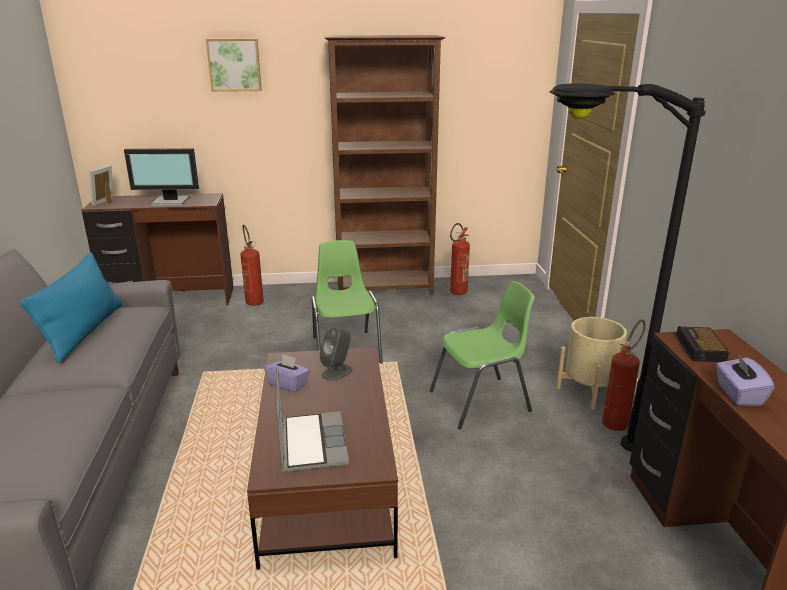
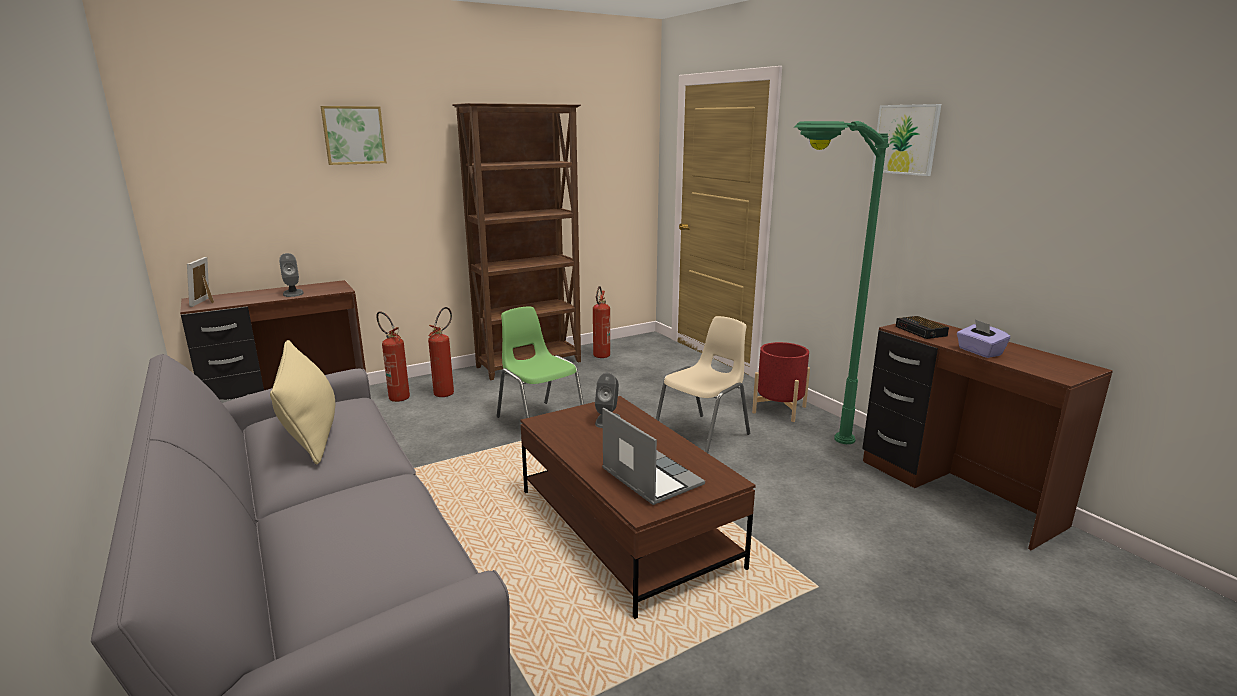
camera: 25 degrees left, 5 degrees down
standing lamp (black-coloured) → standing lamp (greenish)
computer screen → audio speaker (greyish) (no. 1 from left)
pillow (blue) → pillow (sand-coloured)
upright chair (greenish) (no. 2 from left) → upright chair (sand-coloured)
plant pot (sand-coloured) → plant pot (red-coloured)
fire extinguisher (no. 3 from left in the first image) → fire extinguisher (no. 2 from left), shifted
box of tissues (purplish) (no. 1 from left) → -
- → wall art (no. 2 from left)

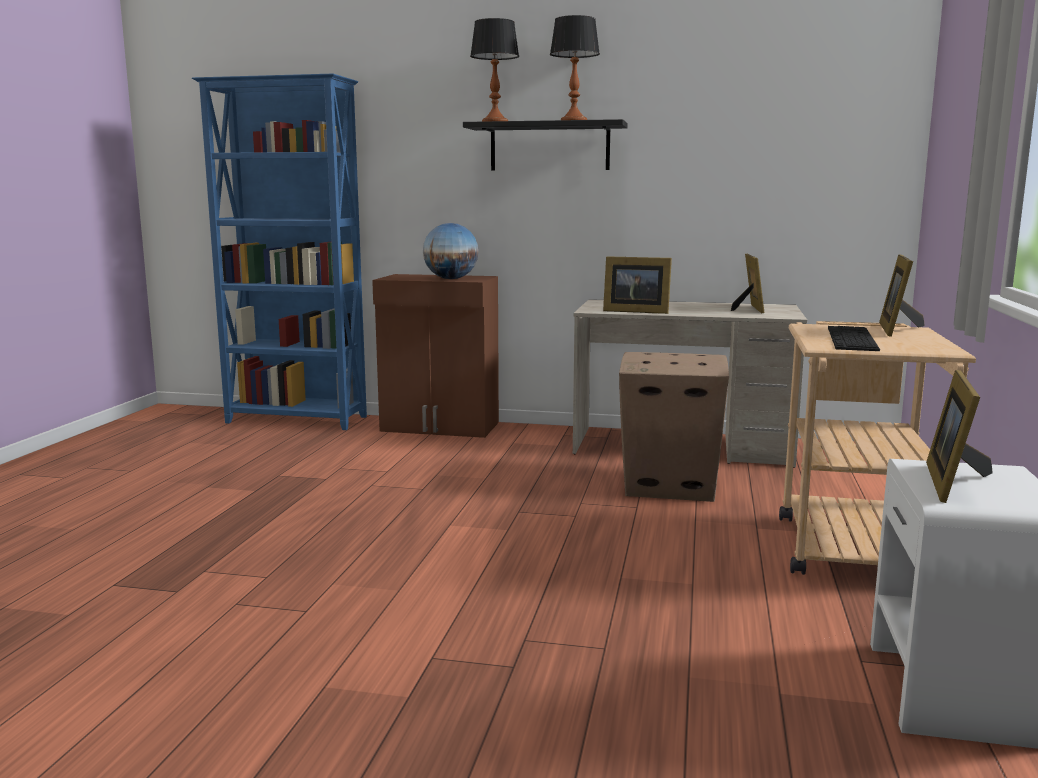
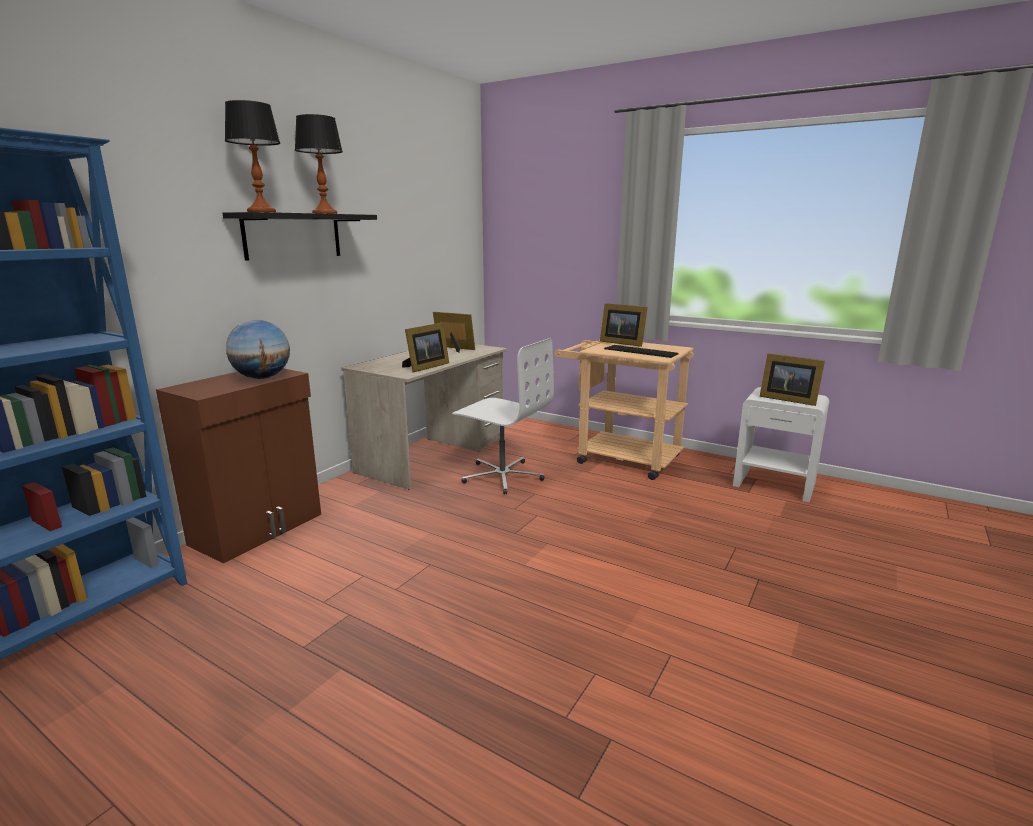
camera: 70 degrees left, 5 degrees up
packing box → computer chair (whitish)

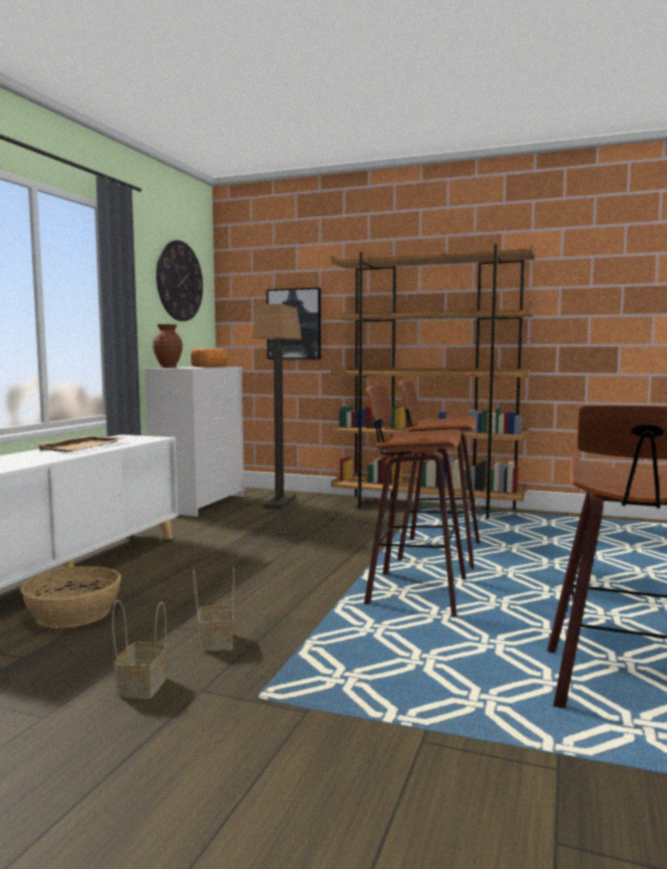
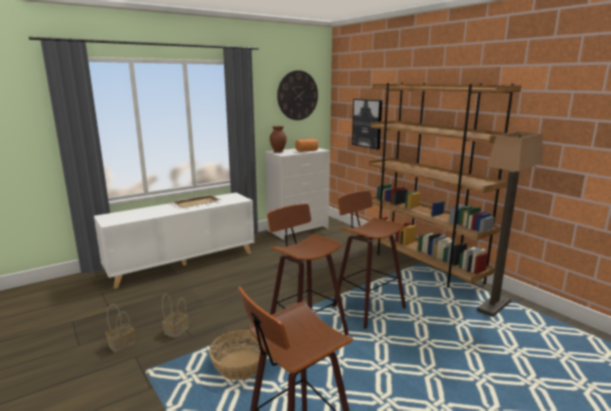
camera: 35 degrees right, 10 degrees up
standing lamp, shifted
basket (no. 1 from left in the first image) → basket (no. 3 from left), shifted

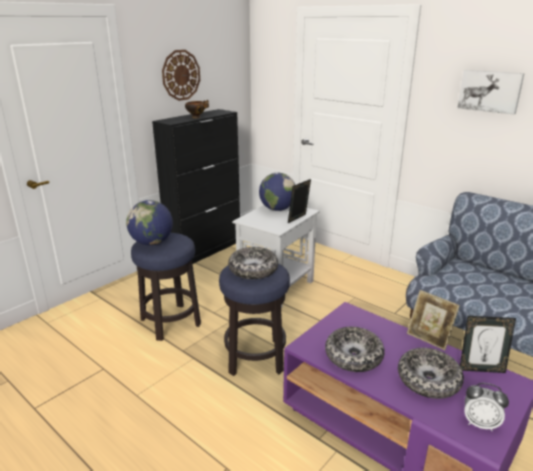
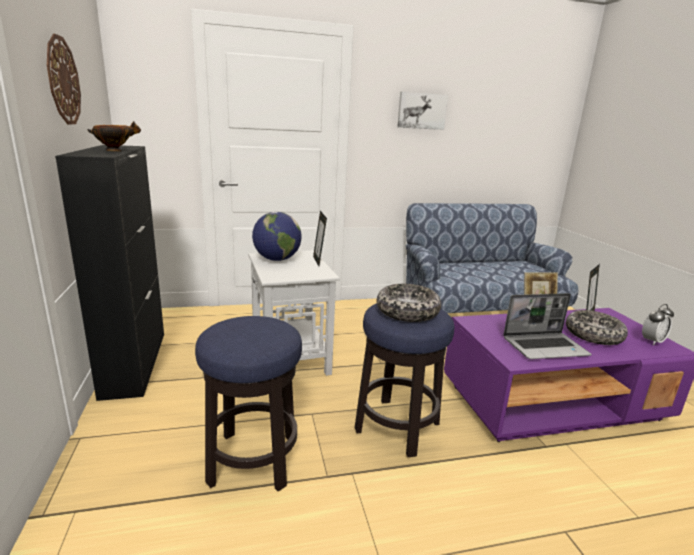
camera: 55 degrees left, 5 degrees down
world globe (no. 1 from left) → -
serving bowl (no. 3 from left) → portable computer

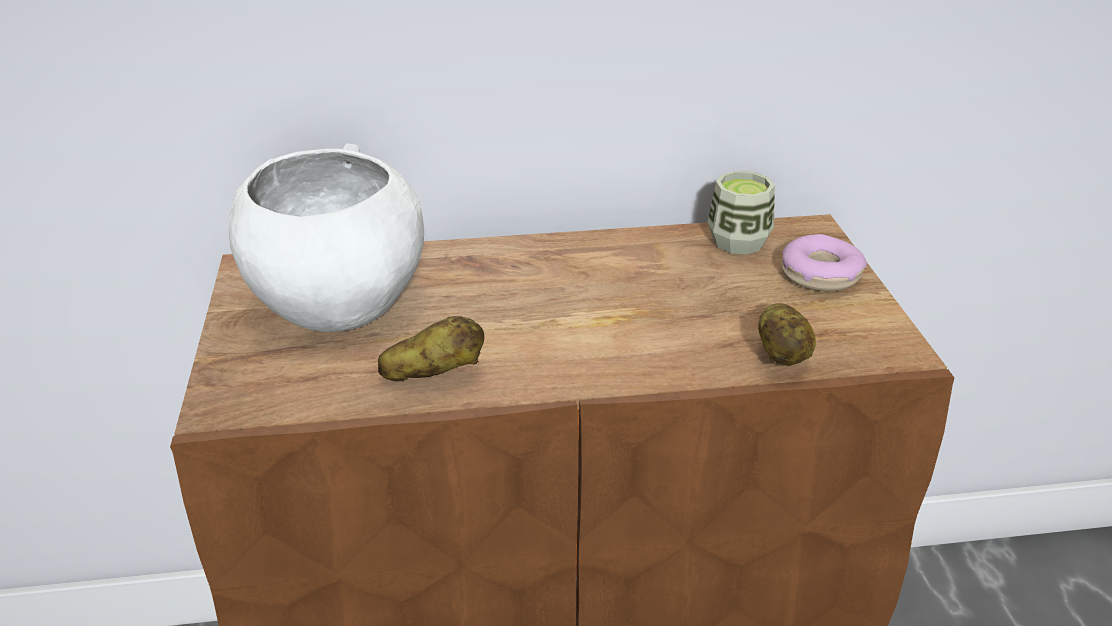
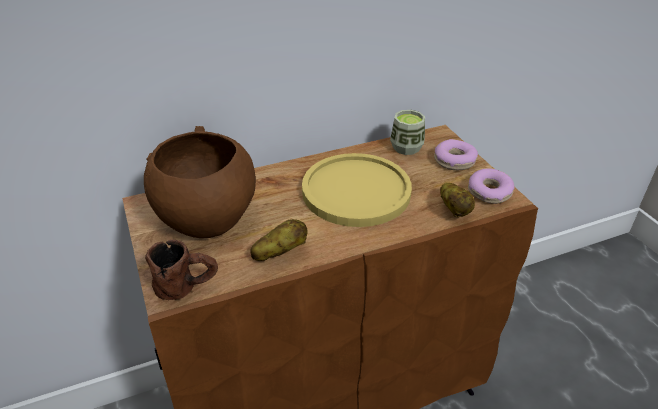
camera: 15 degrees left, 5 degrees up
serving bowl (whitish) → serving bowl (brownish)
- → flat dish (yellow)
- → ring doughnut (no. 2 from left)
- → coffee mug (brownish)

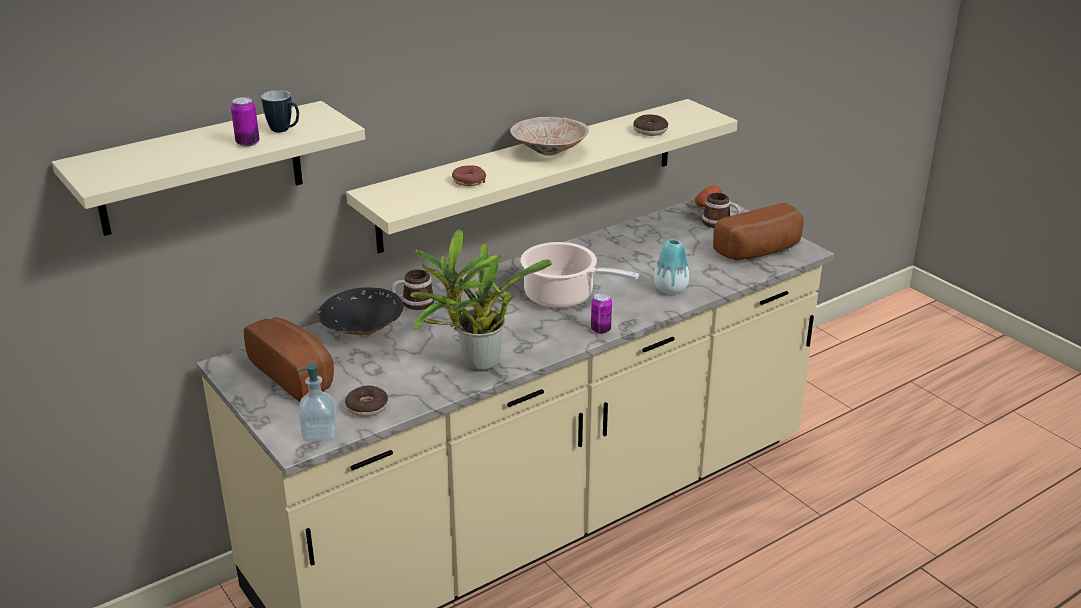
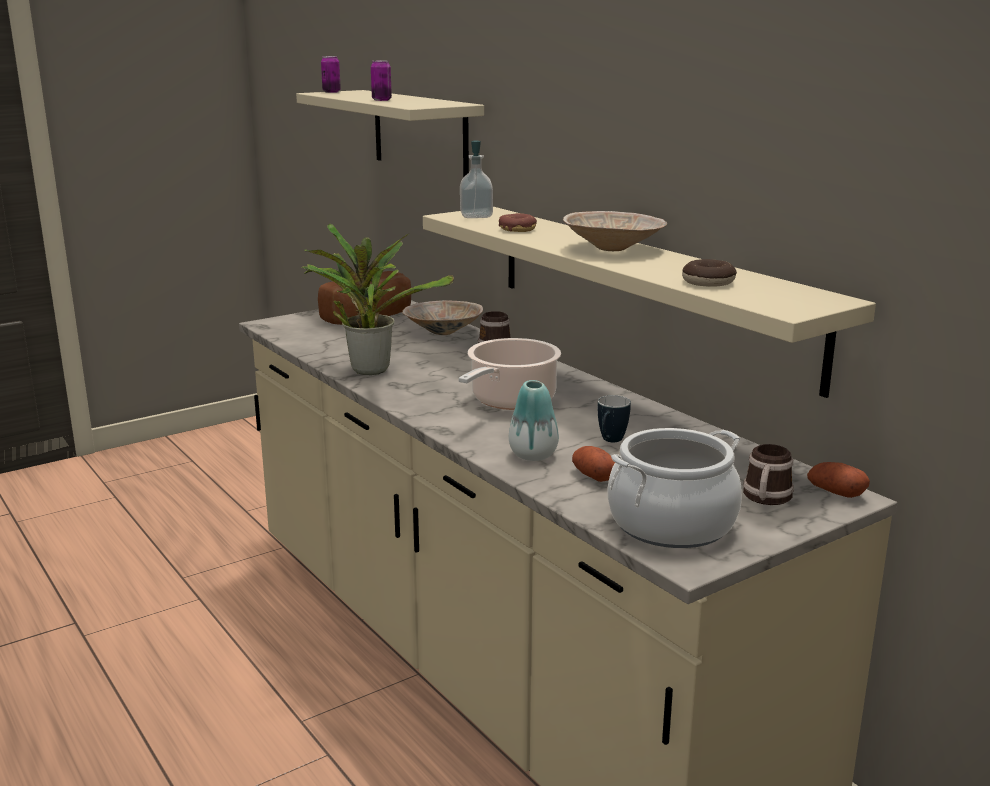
camera: 90 degrees right, 10 degrees down
coffee mug (no. 1 from left in the first image) → coffee mug (no. 2 from left), shifted
bakery bread (no. 2 from left) → saucepot (no. 2 from left)
serving bowl (black-coloured) → serving bowl (sand-coloured) (no. 1 from left)
sealed can (no. 2 from left in the first image) → sealed can (no. 1 from left), shifted
soap bottle, shifted
ring doughnut (no. 1 from left) → -
- → potato (no. 1 from left)

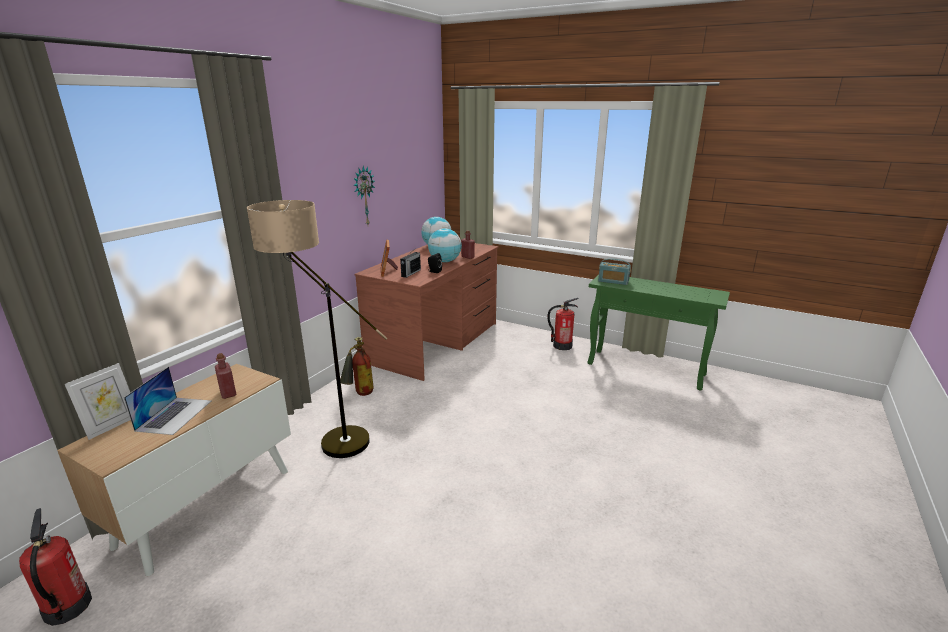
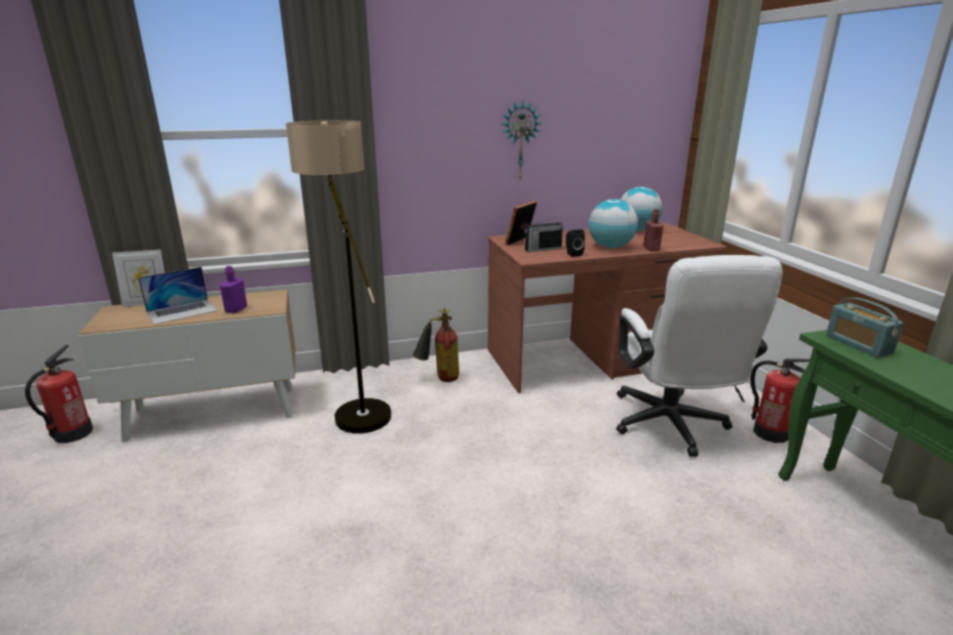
camera: 45 degrees right, 0 degrees up
bottle (red-coloured) (no. 1 from left) → bottle (purplish)
- → computer chair (whitish)

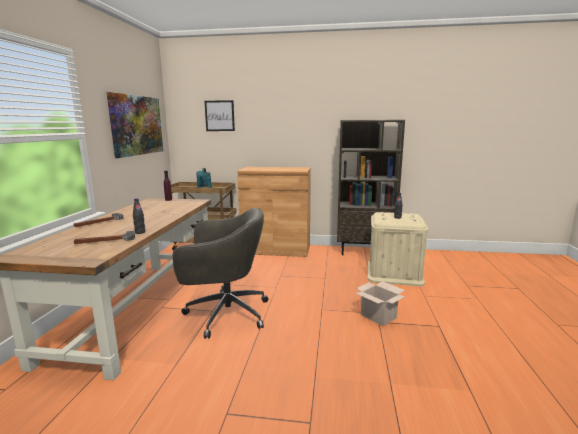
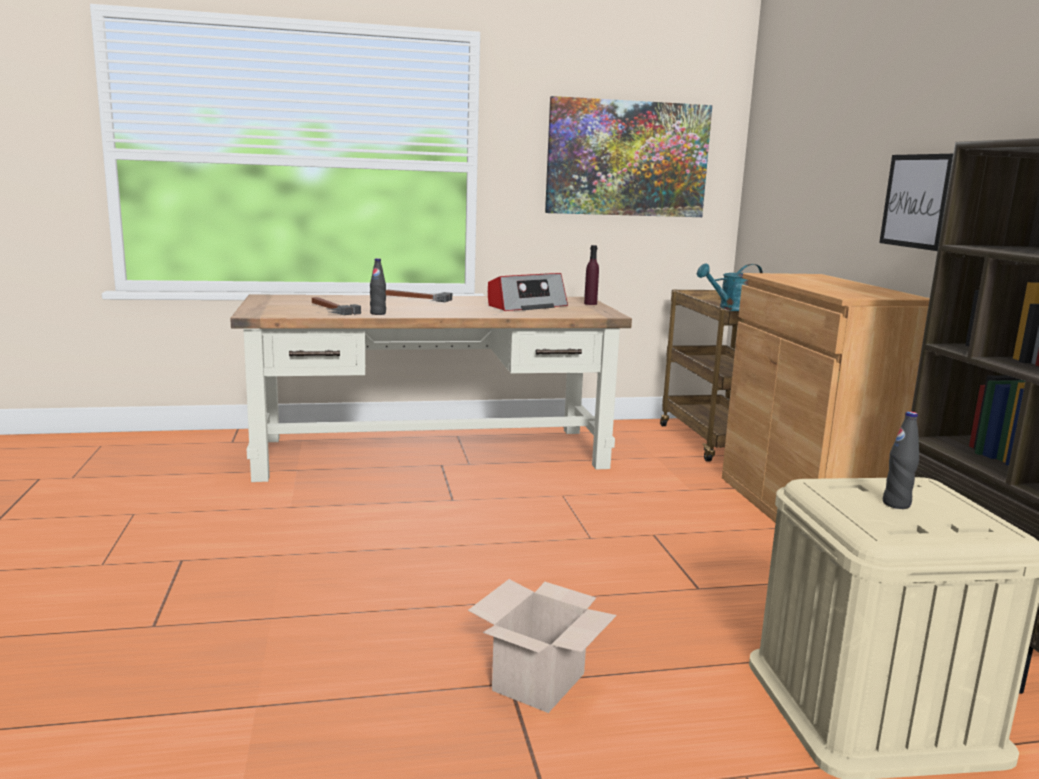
camera: 70 degrees right, 0 degrees up
wall art (no. 2 from left), shifted
computer chair (greyish) → -
- → radio set

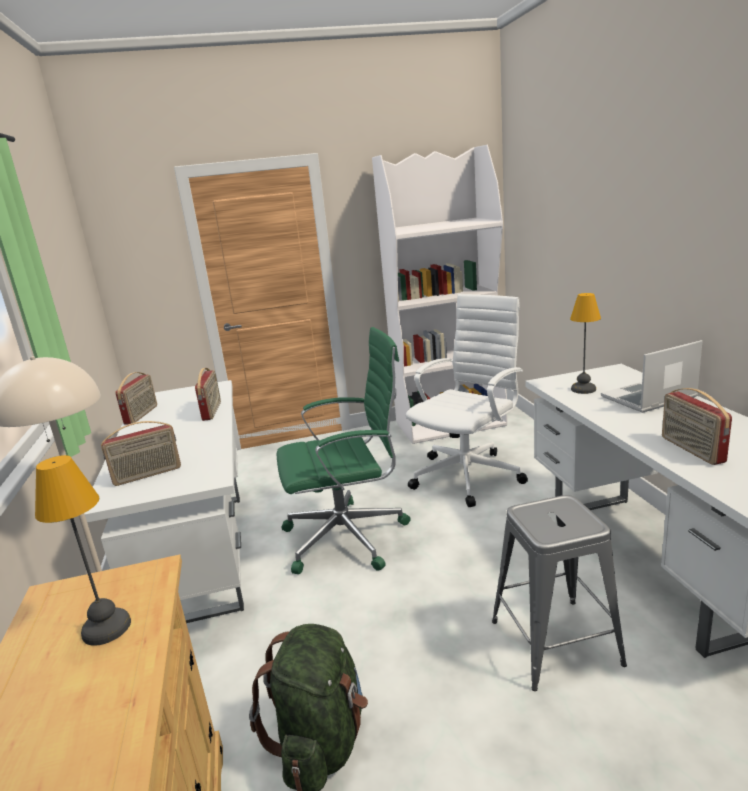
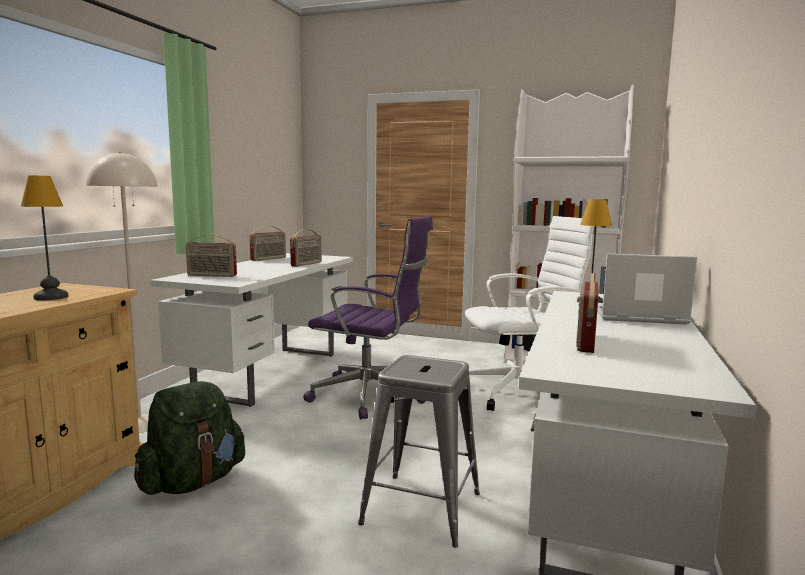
camera: 30 degrees right, 10 degrees down
computer chair (greenish) → computer chair (purplish)

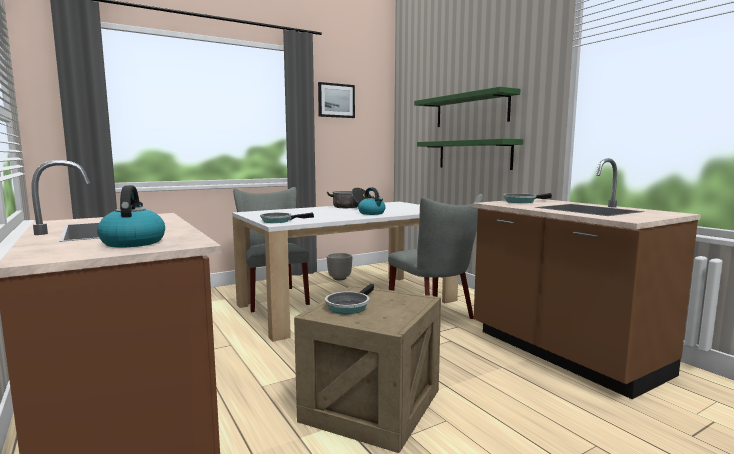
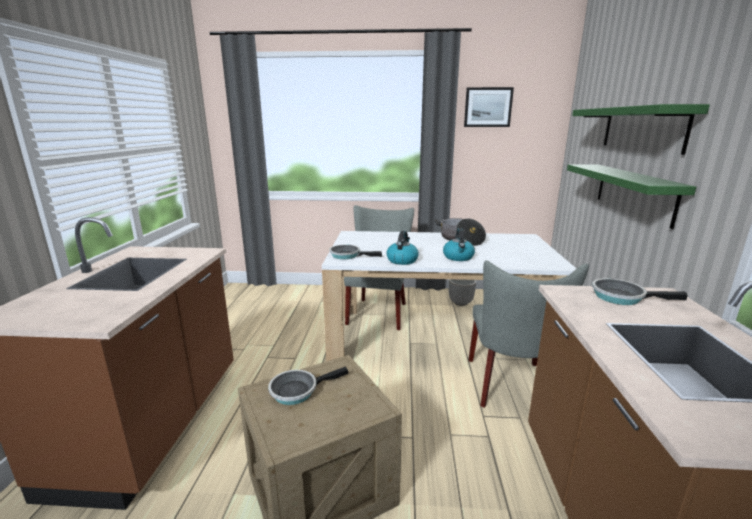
camera: 35 degrees right, 10 degrees up
kettle (no. 1 from left), shifted

